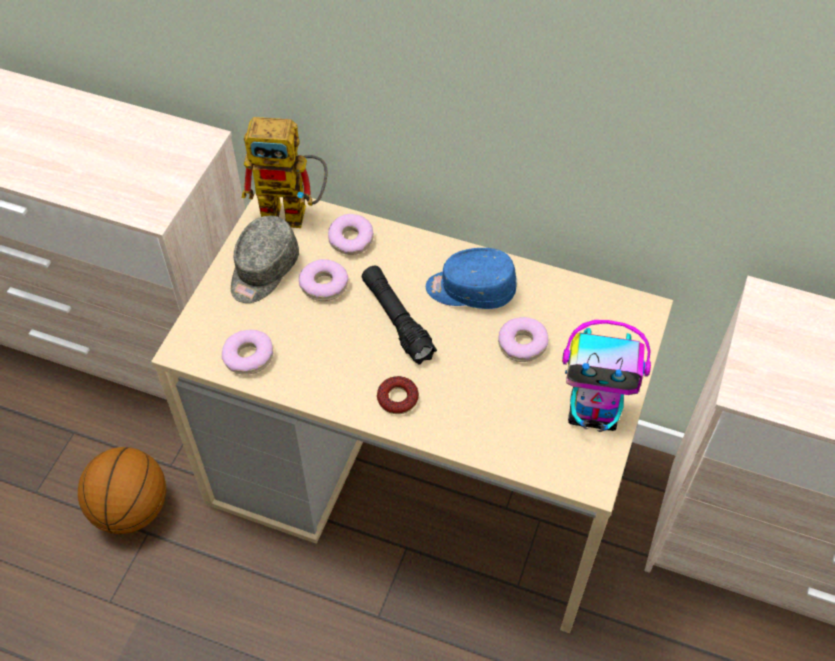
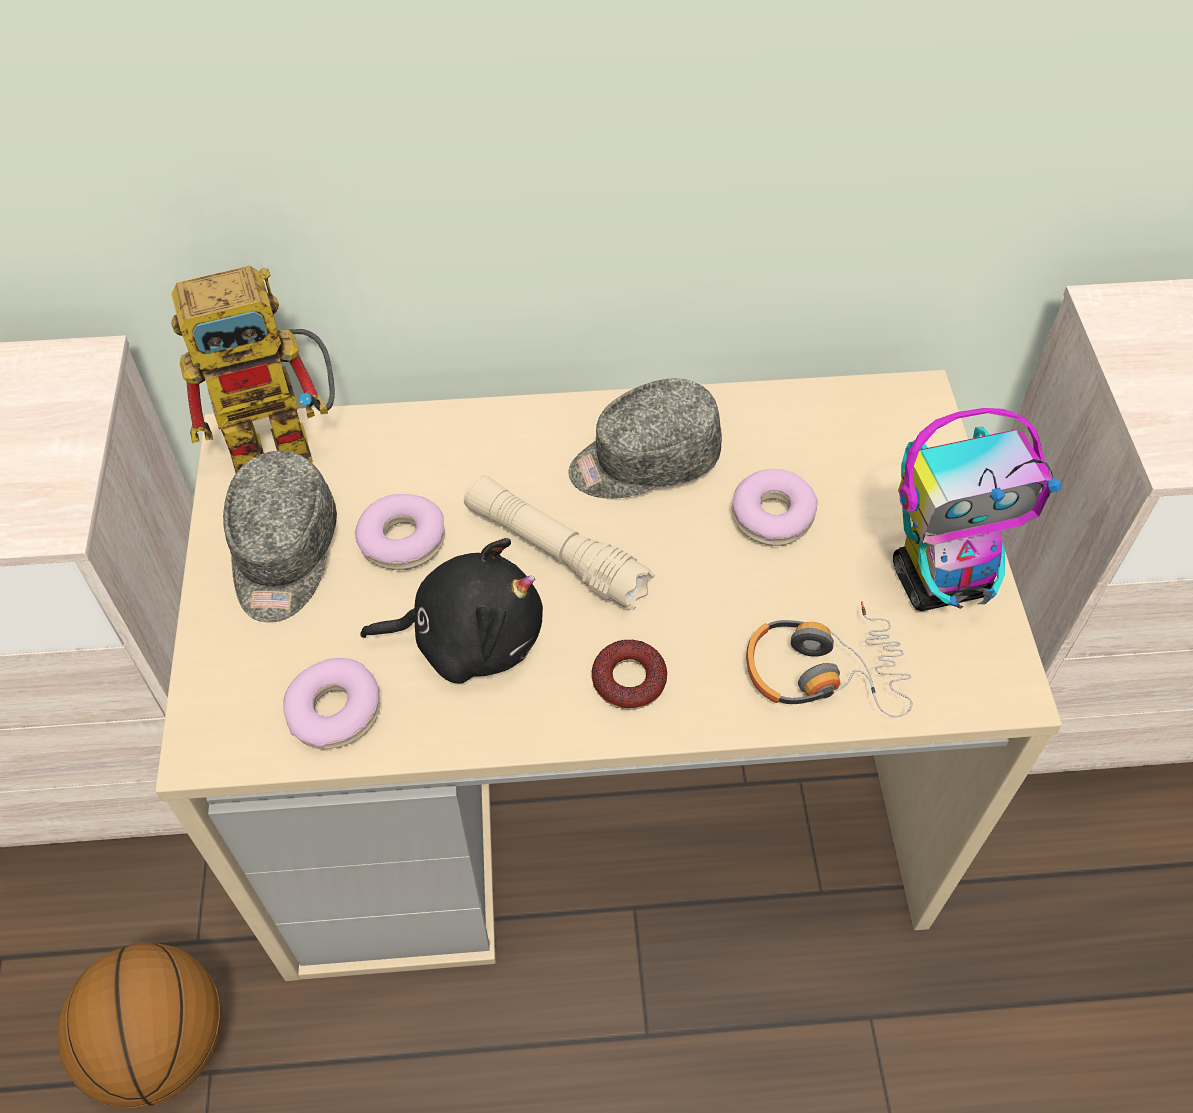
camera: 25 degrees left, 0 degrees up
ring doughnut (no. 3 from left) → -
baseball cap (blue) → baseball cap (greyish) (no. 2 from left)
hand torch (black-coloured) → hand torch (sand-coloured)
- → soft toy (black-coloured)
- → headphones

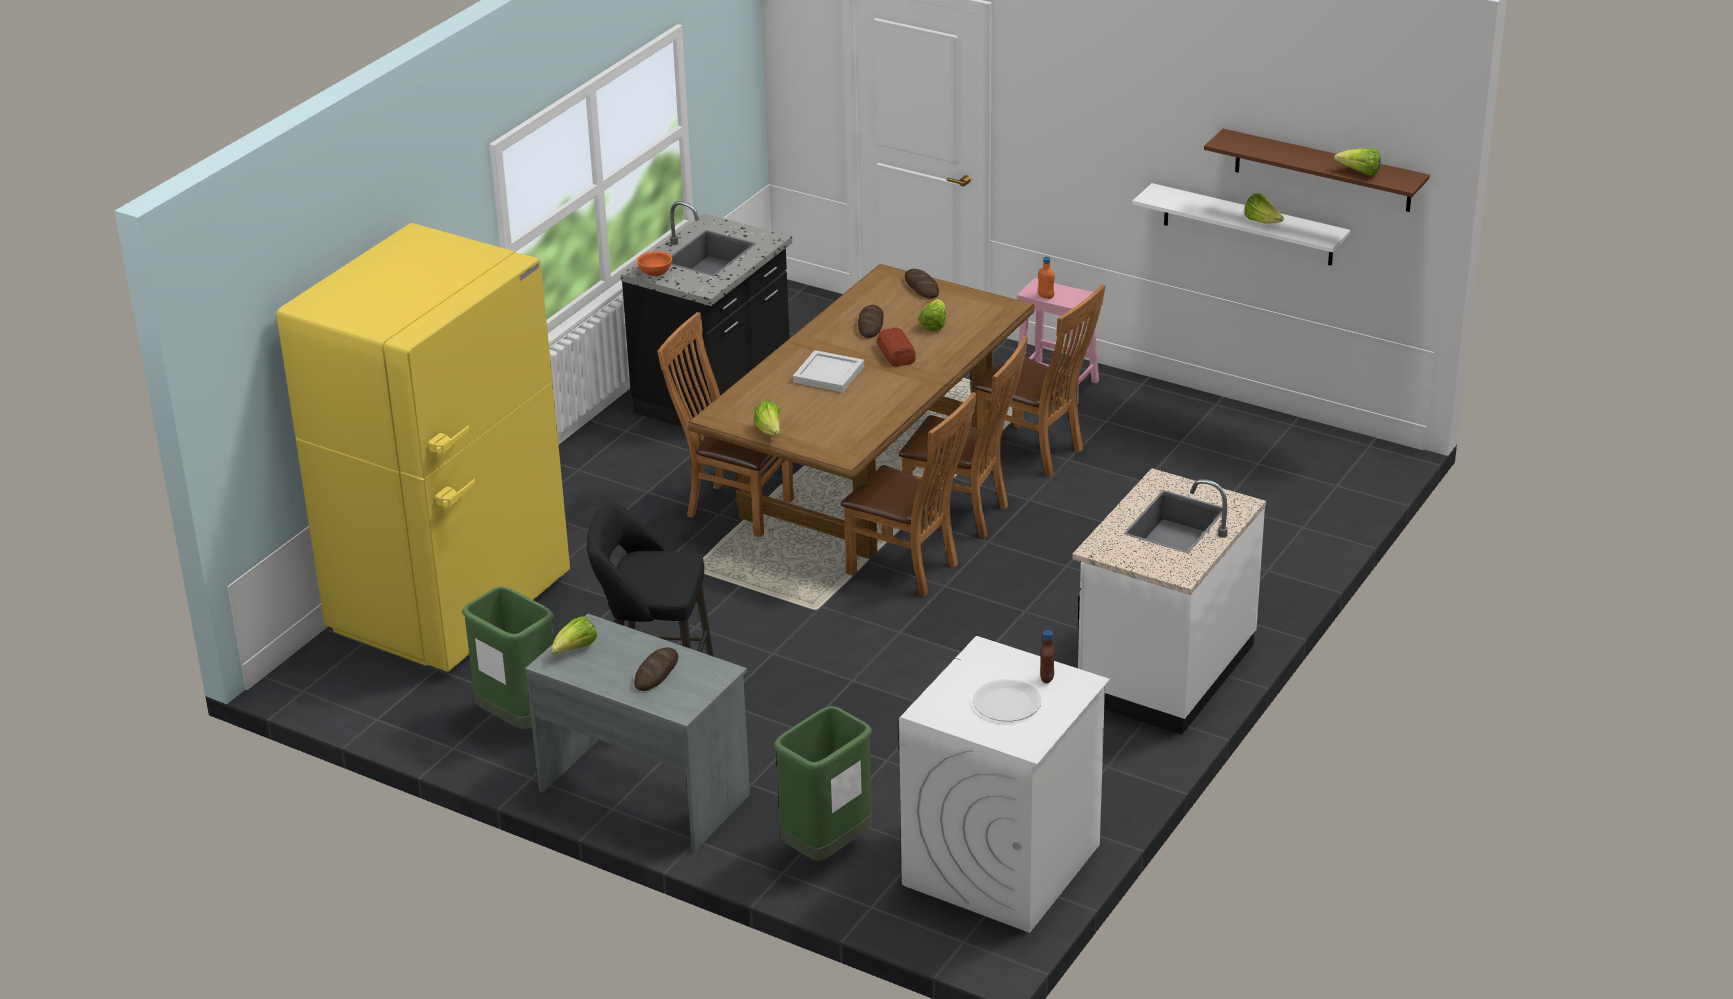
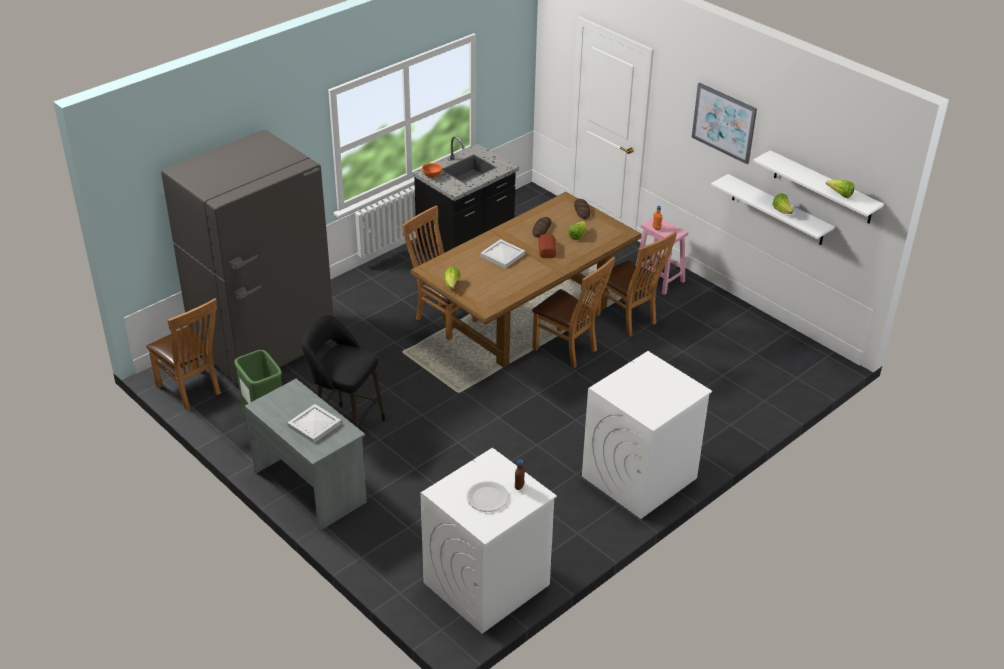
camera: 15 degrees right, 5 degrees up
shelf (brownish) → shelf (whitish) (no. 2 from left)
kitchen fridge (yellow) → kitchen fridge (greyish)
upright chair (brownish) (no. 2 from left in the first image) → upright chair (brownish) (no. 1 from left), shifted
kitchen counter (whitish) → washing machine (whitish) (no. 2 from left)
head of lettuce (no. 1 from left) → -
bakery bread (no. 1 from left) → tray (whitish) (no. 1 from left)
waste bin (greenish) (no. 2 from left) → -
- → wall art

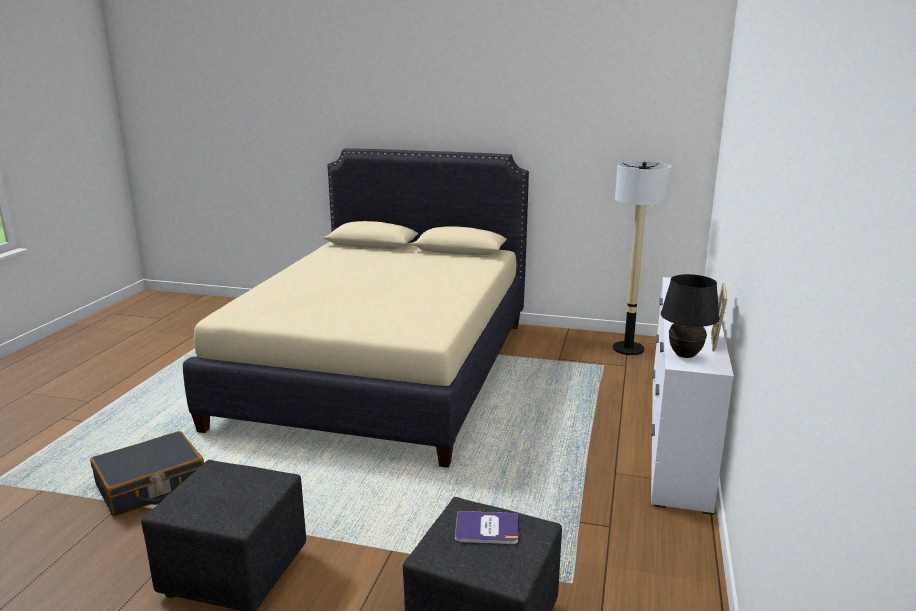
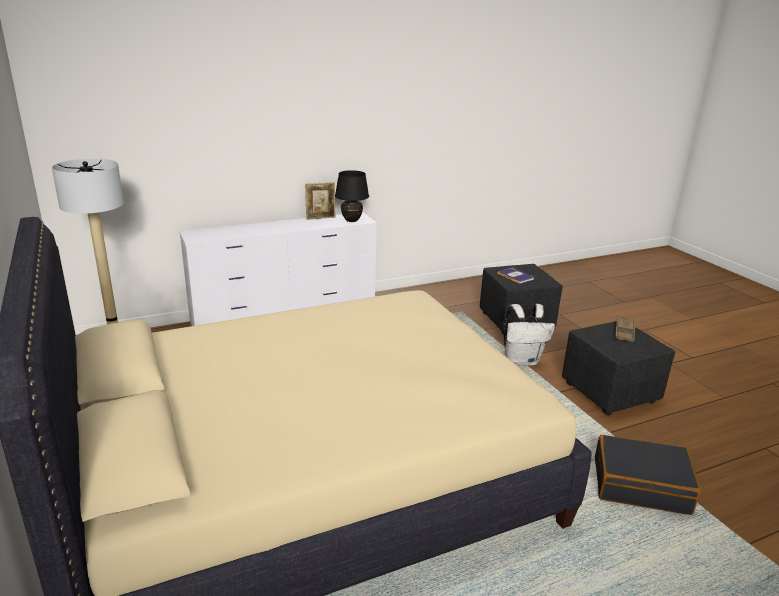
camera: 130 degrees left, 5 degrees up
- → rucksack (whitish)
- → tray (brownish)

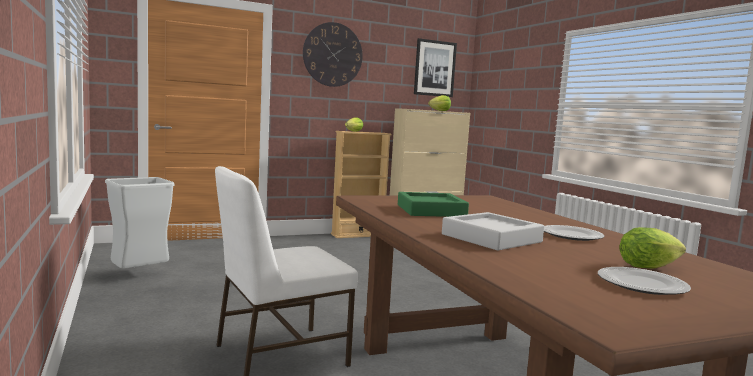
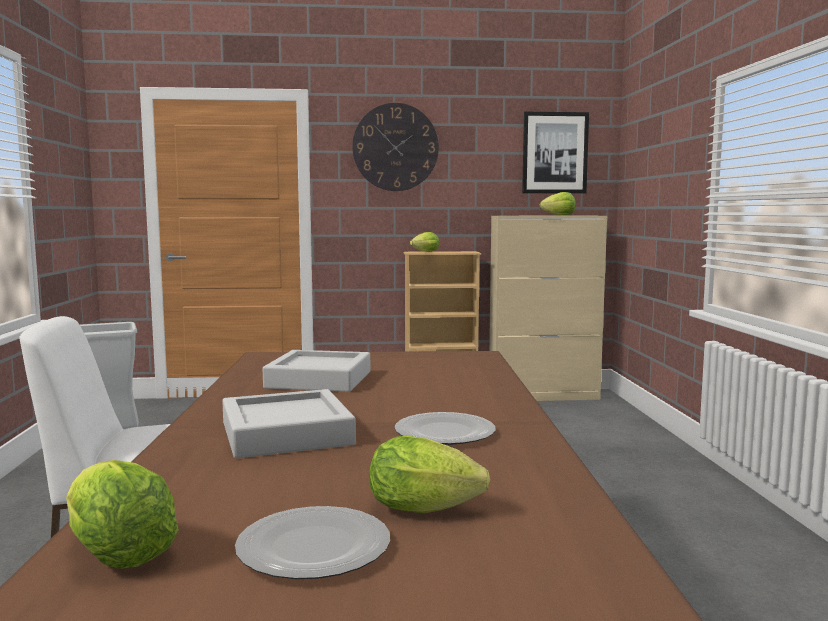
camera: 20 degrees right, 0 degrees up
tray (greenish) → tray (greyish) (no. 2 from left)
- → head of lettuce (no. 1 from left)

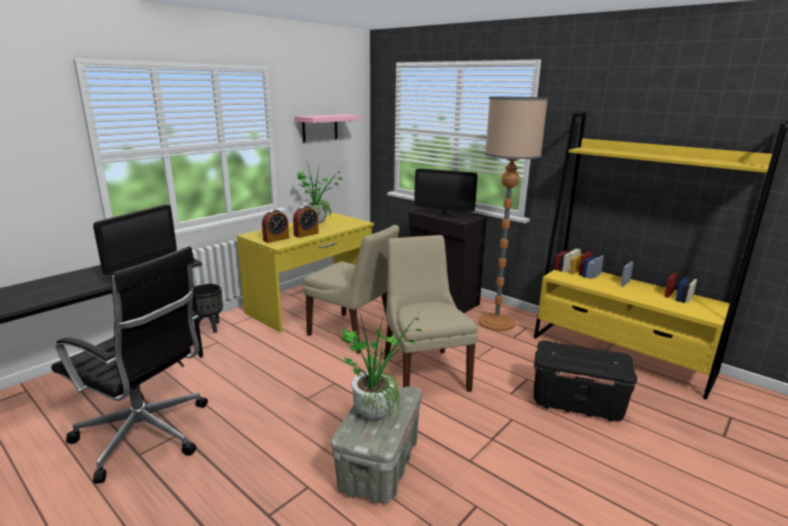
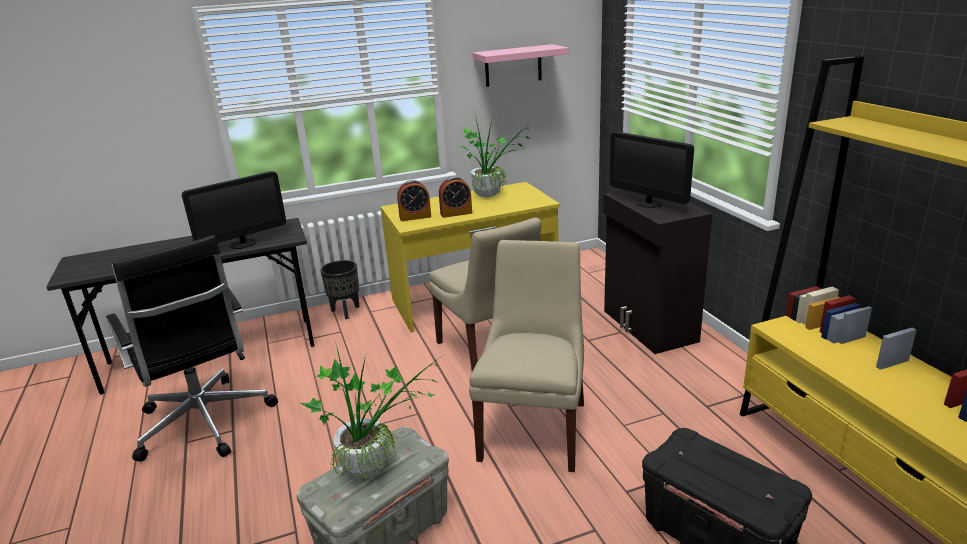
camera: 30 degrees right, 5 degrees up
standing lamp → -

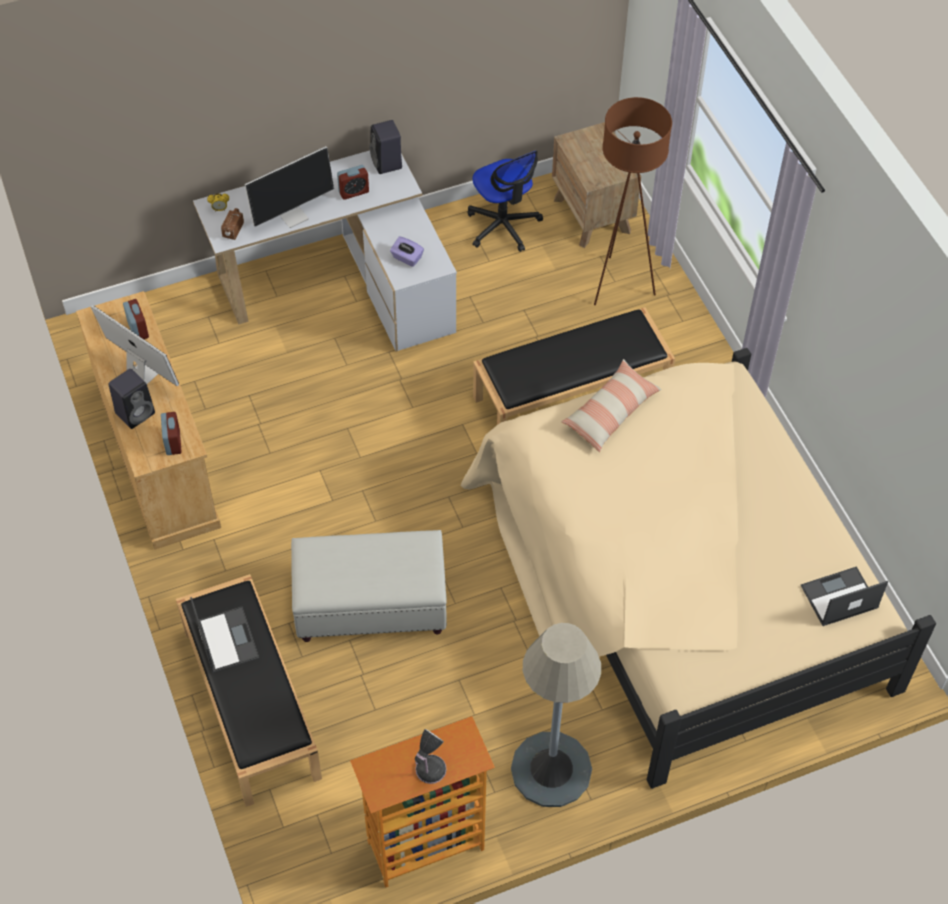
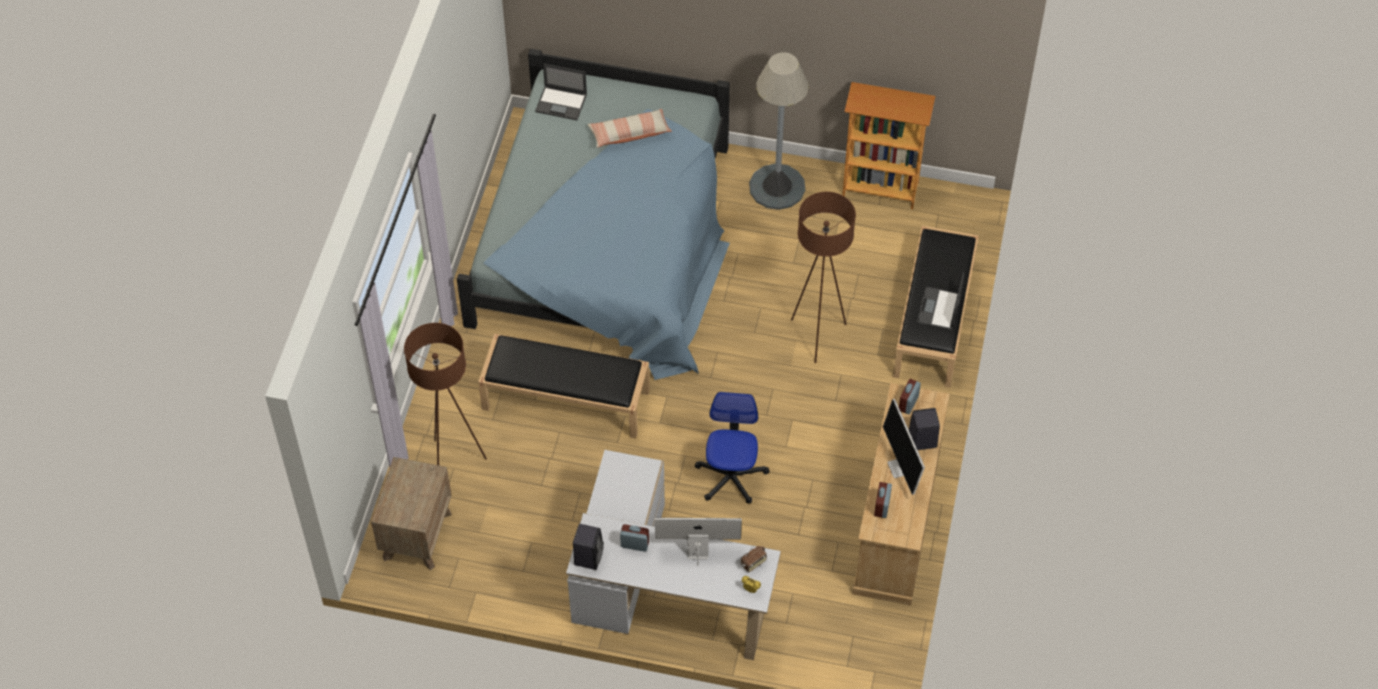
camera: 145 degrees left, 0 degrees up
computer chair, shifted
box of tissues (purplish) → -
sleeping bed (sand-coloured) → sleeping bed (blue)
pillow, shifted
ottoman (whitish) → standing lamp (brownish) (no. 2 from left)
tabletop lamp → -

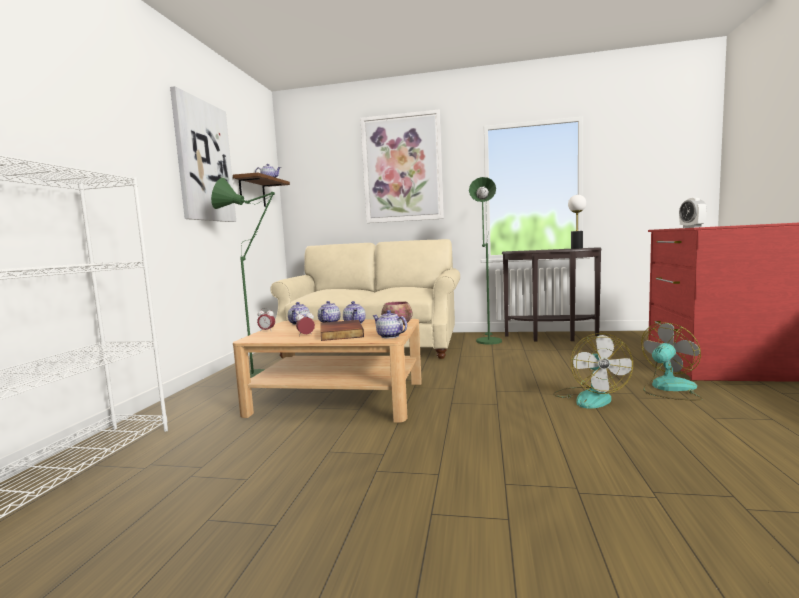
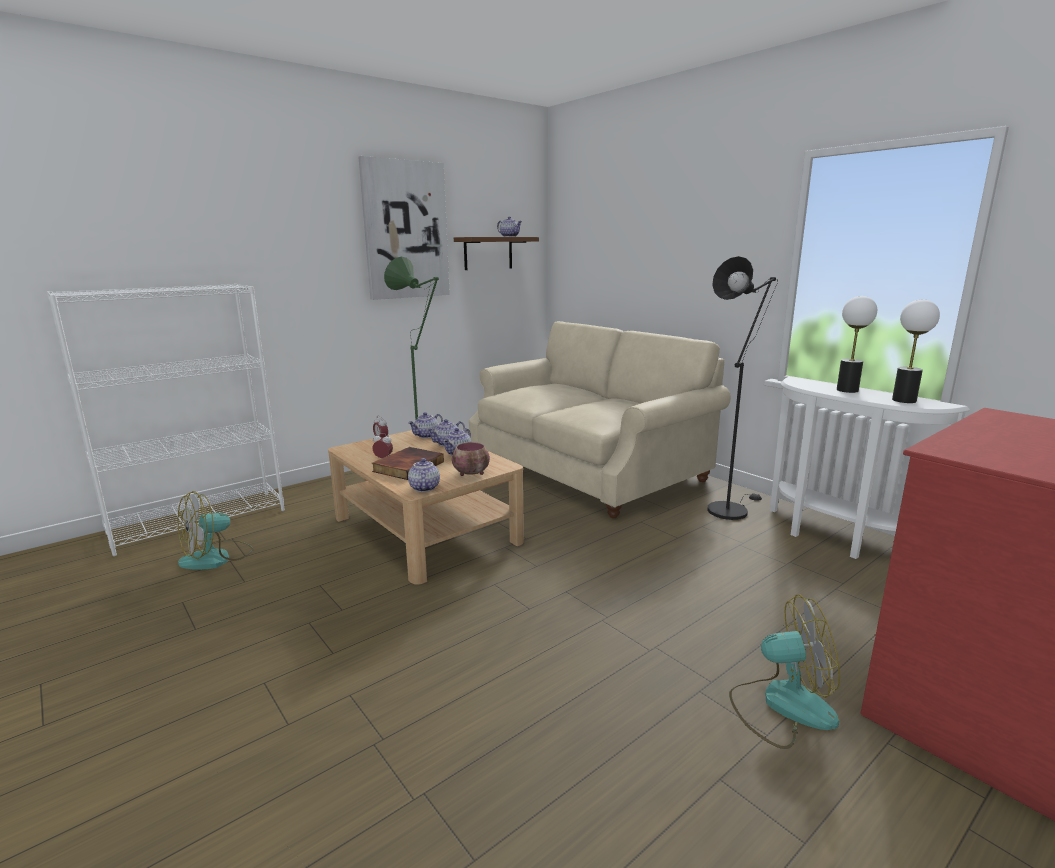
camera: 40 degrees right, 10 degrees up
wall art (no. 2 from left) → -
standing lamp (greenish) (no. 2 from left) → standing lamp (black-coloured)
alarm clock (no. 3 from left) → -
hall table (brownish) → hall table (whitish)
cooling fan (no. 1 from left), shifted
- → tabletop lamp (no. 1 from left)

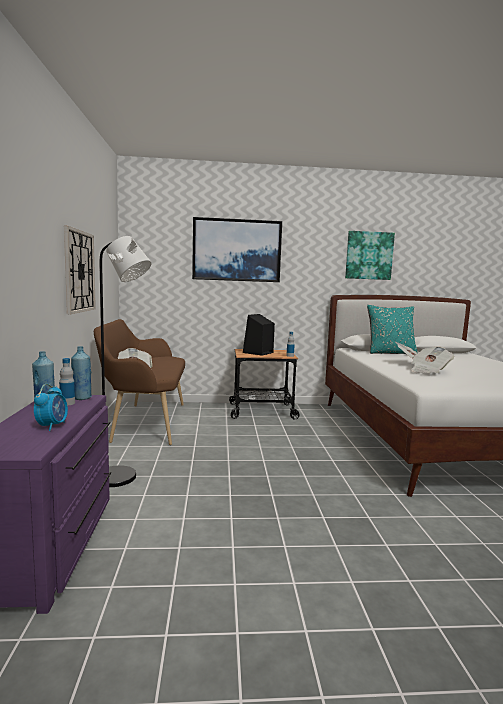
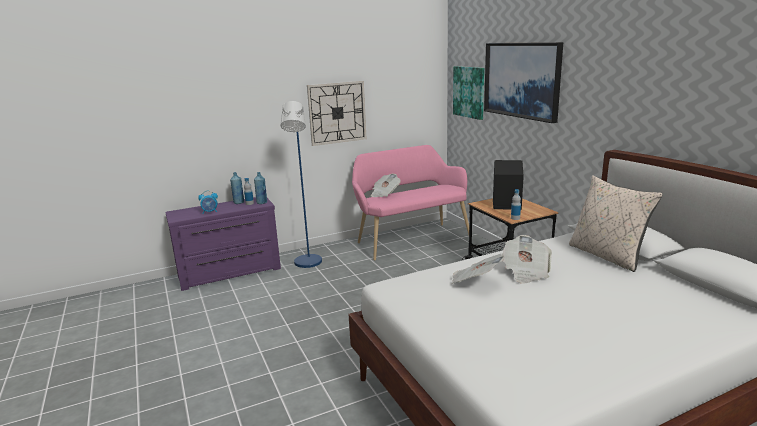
camera: 70 degrees right, 10 degrees up
wall art (no. 2 from left in the first image) → wall art (no. 1 from left), shifted
standing lamp (black-coloured) → standing lamp (blue)
pillow (turquoise) → pillow (sand-coloured)
indoor bench (brownish) → indoor bench (pink)

